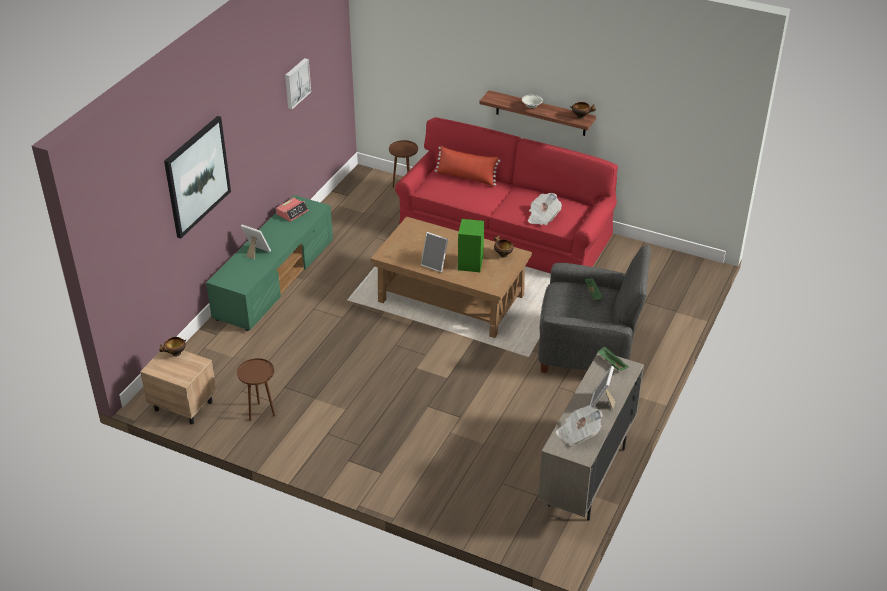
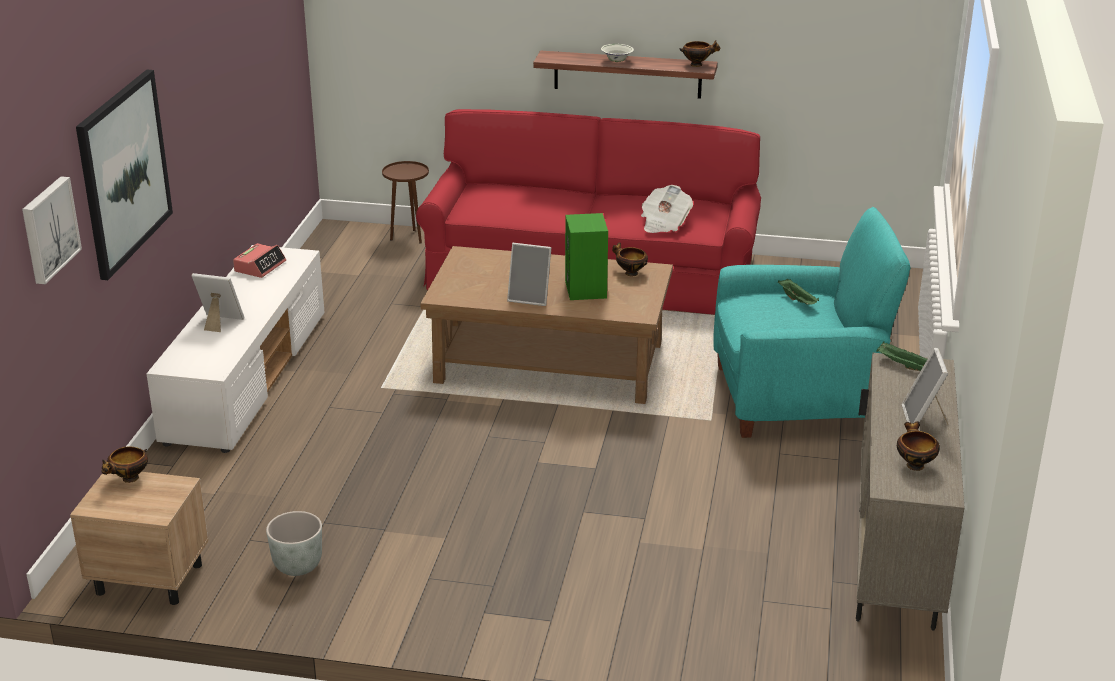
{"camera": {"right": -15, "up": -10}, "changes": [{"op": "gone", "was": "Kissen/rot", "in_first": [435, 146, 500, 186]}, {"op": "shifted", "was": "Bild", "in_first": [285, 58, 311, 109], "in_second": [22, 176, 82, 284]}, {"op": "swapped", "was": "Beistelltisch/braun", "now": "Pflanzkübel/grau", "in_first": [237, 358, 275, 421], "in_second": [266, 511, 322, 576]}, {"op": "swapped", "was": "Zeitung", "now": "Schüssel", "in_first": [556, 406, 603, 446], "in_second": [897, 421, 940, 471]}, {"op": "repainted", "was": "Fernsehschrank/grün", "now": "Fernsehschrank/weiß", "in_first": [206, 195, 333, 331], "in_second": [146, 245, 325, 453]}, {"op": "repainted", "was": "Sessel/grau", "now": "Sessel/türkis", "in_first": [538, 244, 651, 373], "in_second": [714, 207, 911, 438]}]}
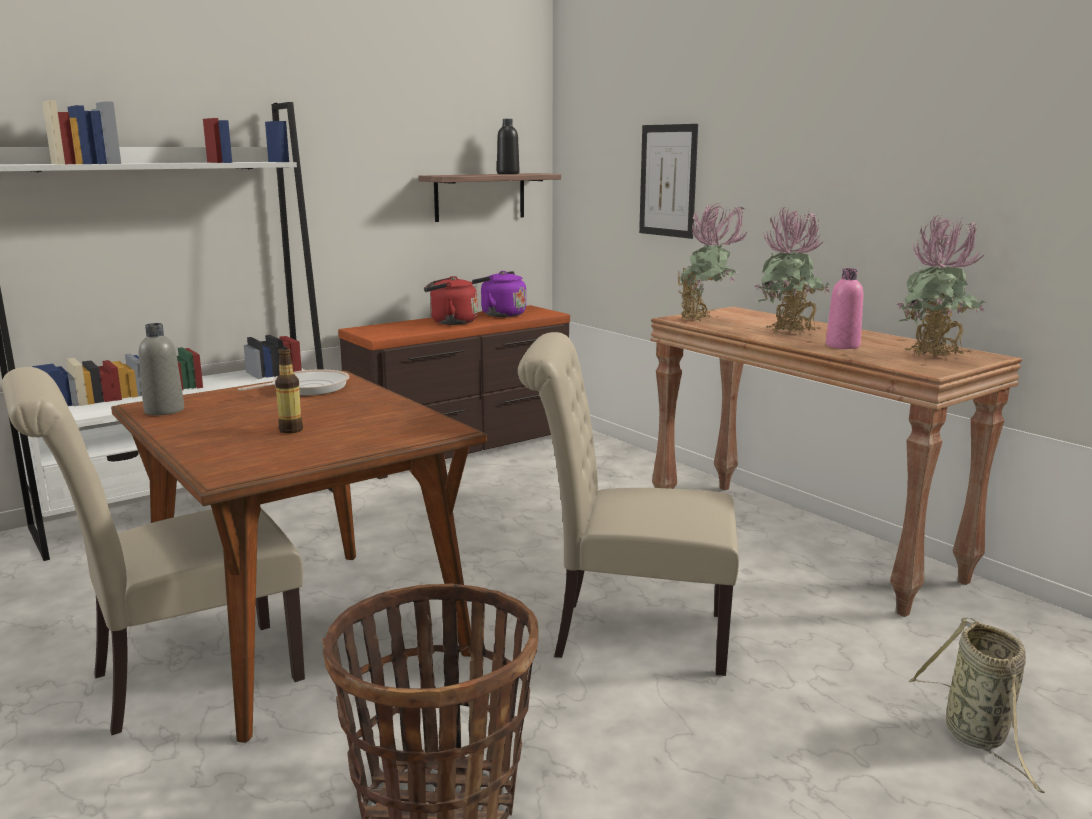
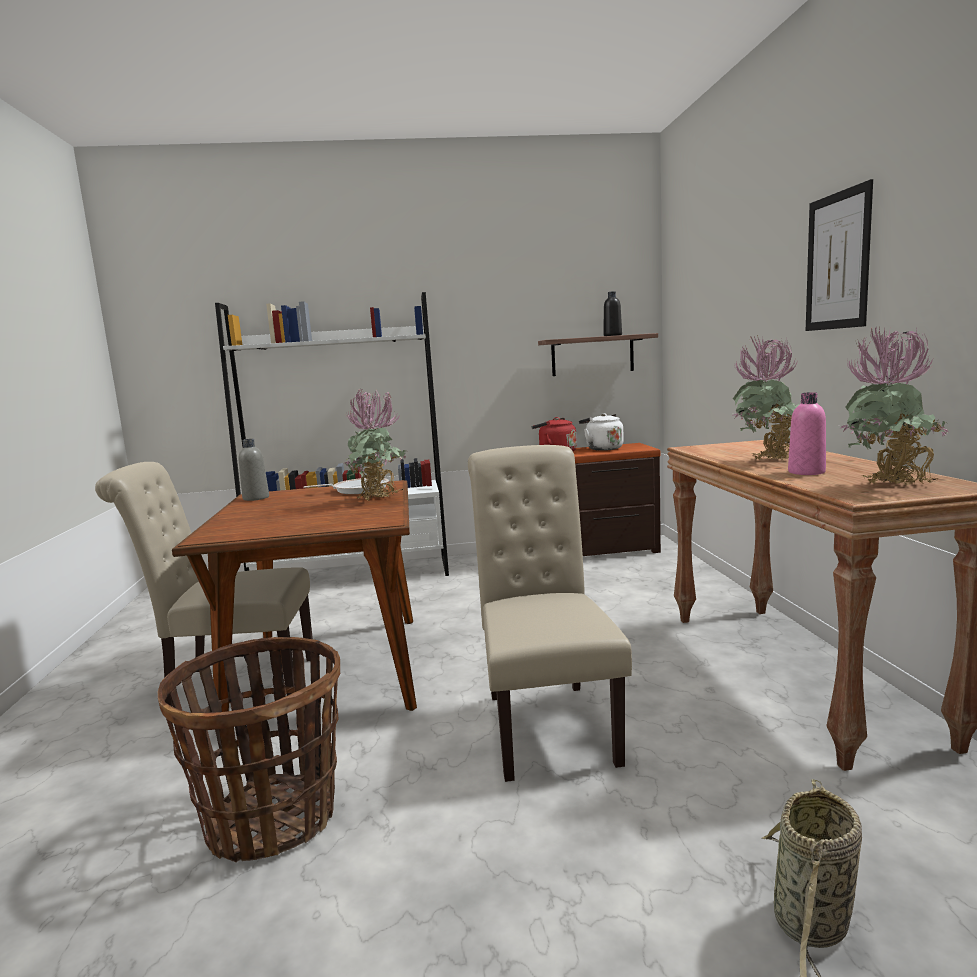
{"camera": {"right": 30, "up": -5}, "changes": [{"op": "gone", "was": "Flasche", "in_first": [275, 348, 303, 434]}, {"op": "shifted", "was": "Bild", "in_first": [639, 124, 698, 239], "in_second": [806, 179, 873, 331]}, {"op": "shifted", "was": "Topfpflanze", "in_first": [677, 203, 749, 322], "in_second": [343, 389, 406, 501]}, {"op": "repainted", "was": "Wasserkessel/lila", "now": "Wasserkessel/weiß", "in_first": [472, 271, 526, 317], "in_second": [579, 413, 624, 451]}, {"op": "rotated", "was": "Stuhl/beige", "in_first": [518, 332, 739, 676], "in_second": [468, 445, 632, 782], "clockwise": 45}]}
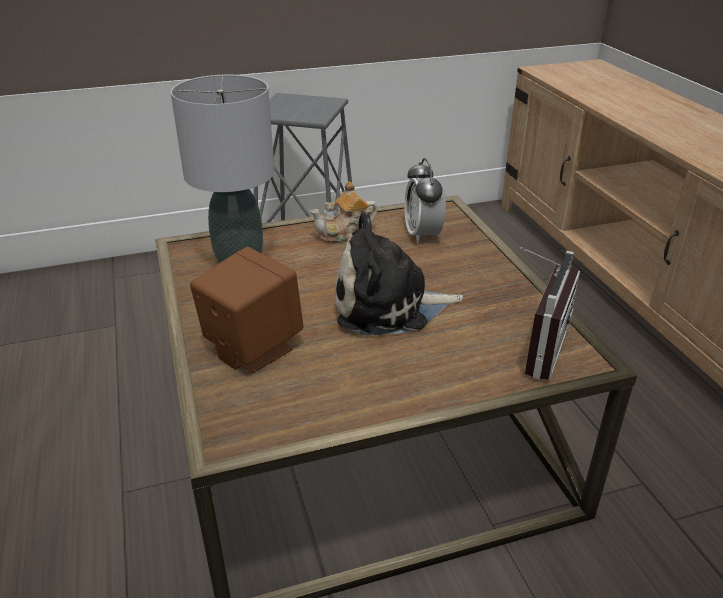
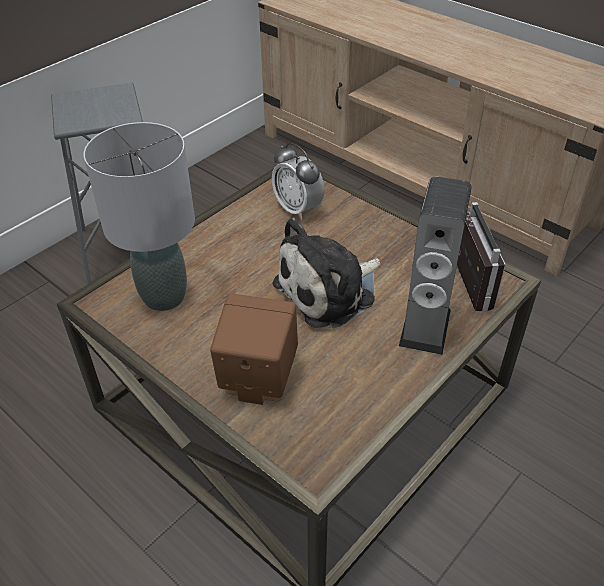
{"camera": {"right": -30, "up": 10}, "changes": [{"op": "gone", "was": "Teekanne", "in_first": [310, 181, 378, 243]}, {"op": "new", "now": "Lautsprecher", "in_second": [399, 177, 472, 355]}]}
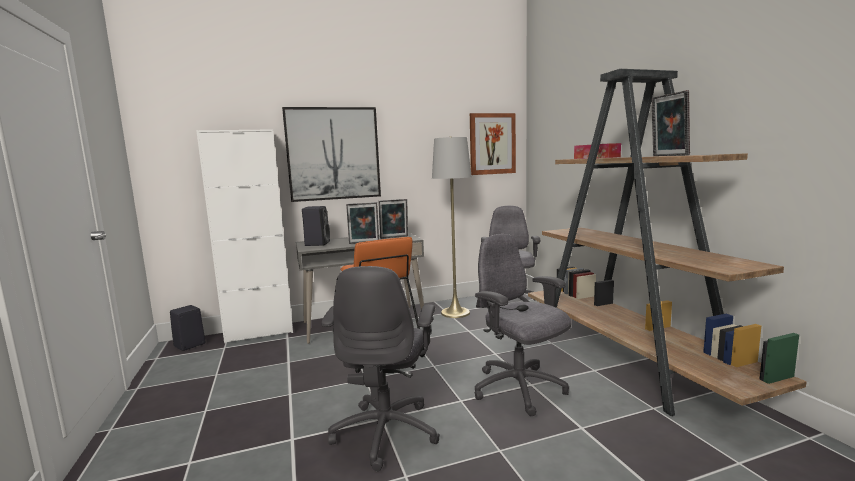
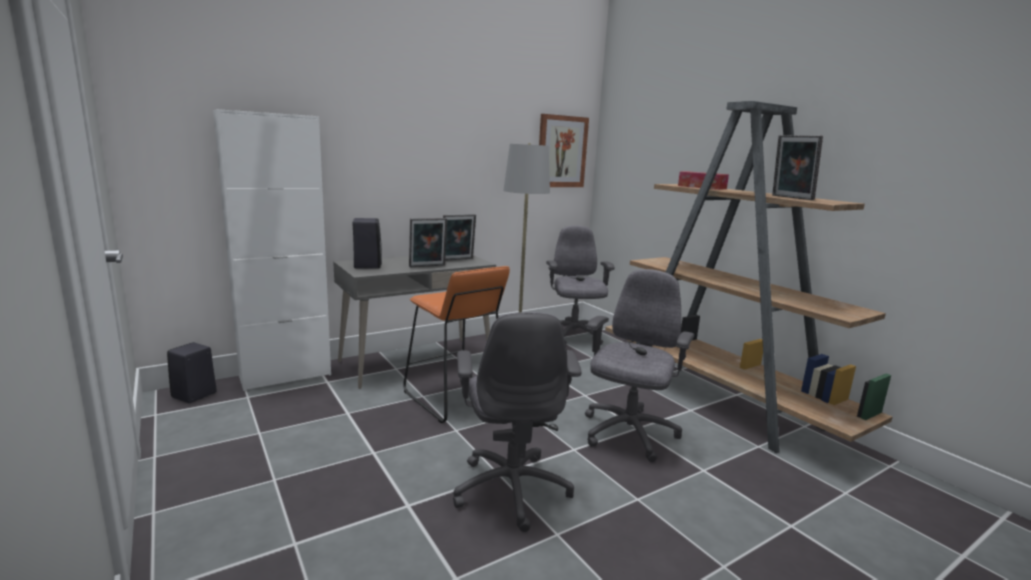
{"camera": {"right": -15, "up": 5}, "changes": [{"op": "gone", "was": "Bild", "in_first": [282, 107, 381, 202]}, {"op": "rotated", "was": "Bürostuhl/grau", "in_first": [475, 234, 571, 416], "in_second": [585, 269, 694, 462], "clockwise": 75}]}
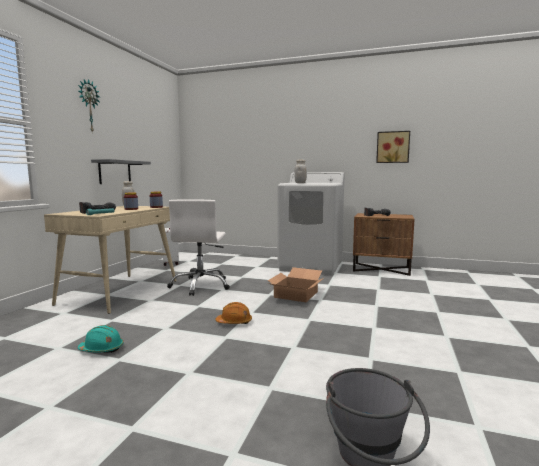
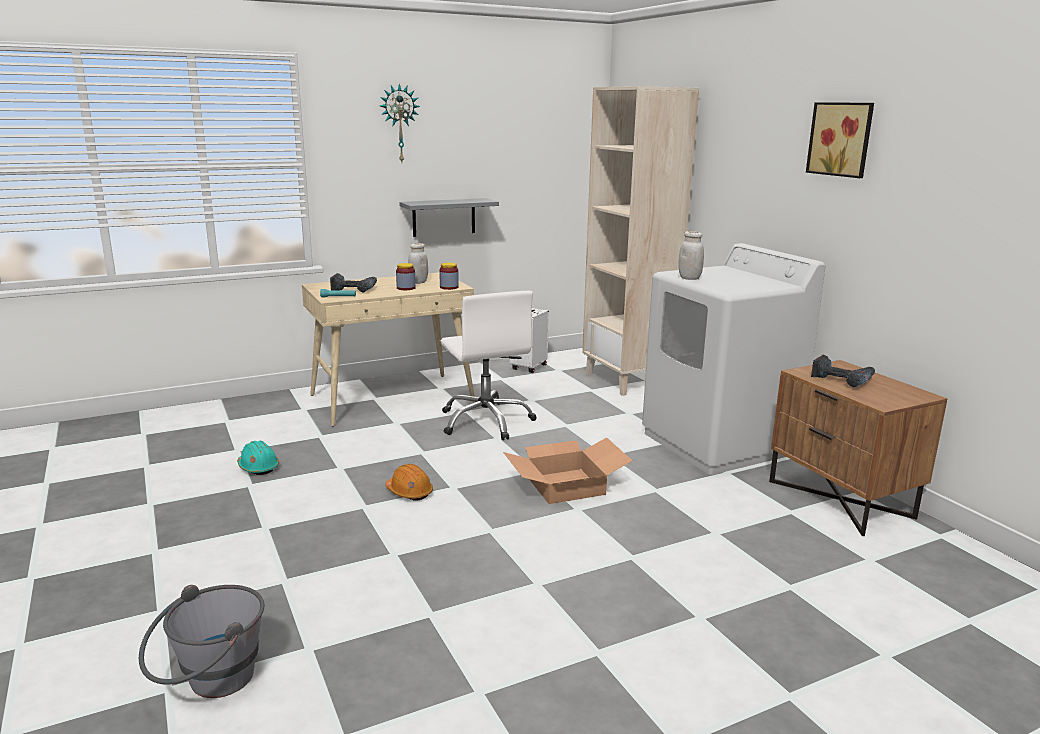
{"camera": {"right": 45, "up": 10}, "changes": [{"op": "new", "now": "Bücherregal/beige", "in_second": [582, 86, 699, 396]}, {"op": "shifted", "was": "Bild", "in_first": [376, 131, 410, 163], "in_second": [806, 102, 874, 178]}, {"op": "rotated", "was": "Bürostuhl/weiß", "in_first": [167, 200, 230, 296], "in_second": [441, 291, 537, 440], "clockwise": -75}]}
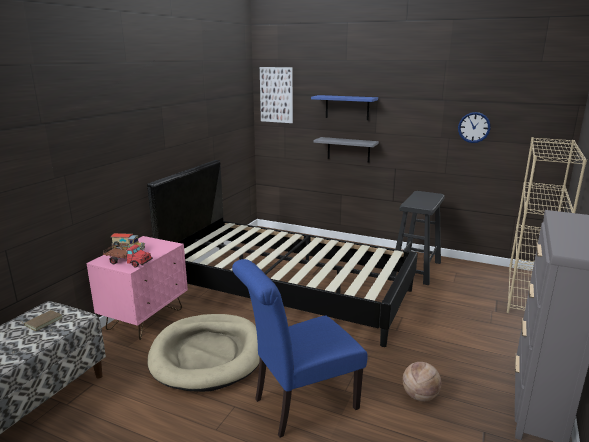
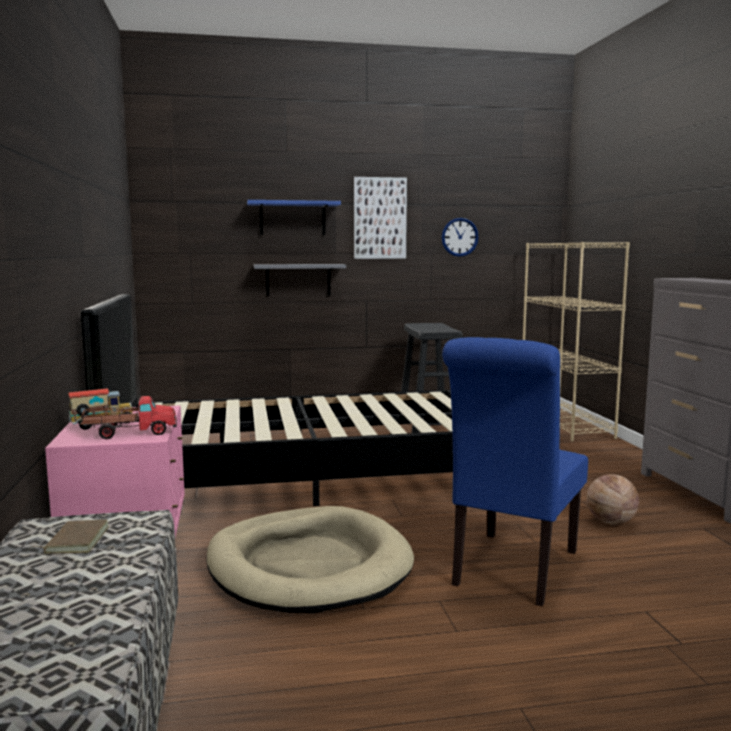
{"camera": {"right": -35, "up": -10}, "changes": [{"op": "shifted", "was": "Bild", "in_first": [260, 67, 293, 123], "in_second": [354, 177, 407, 259]}]}
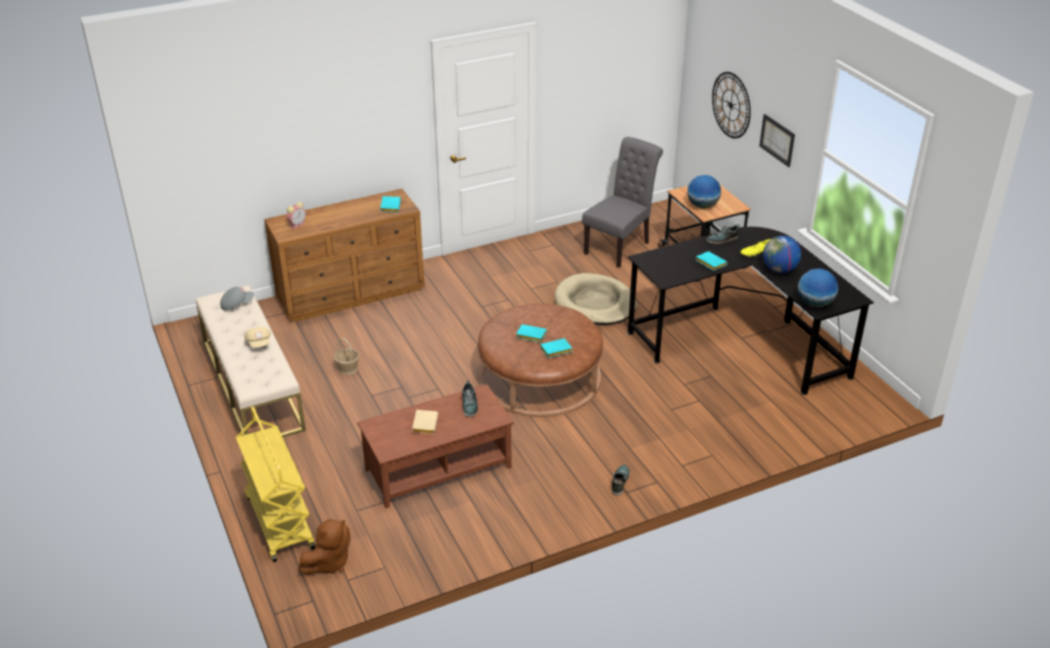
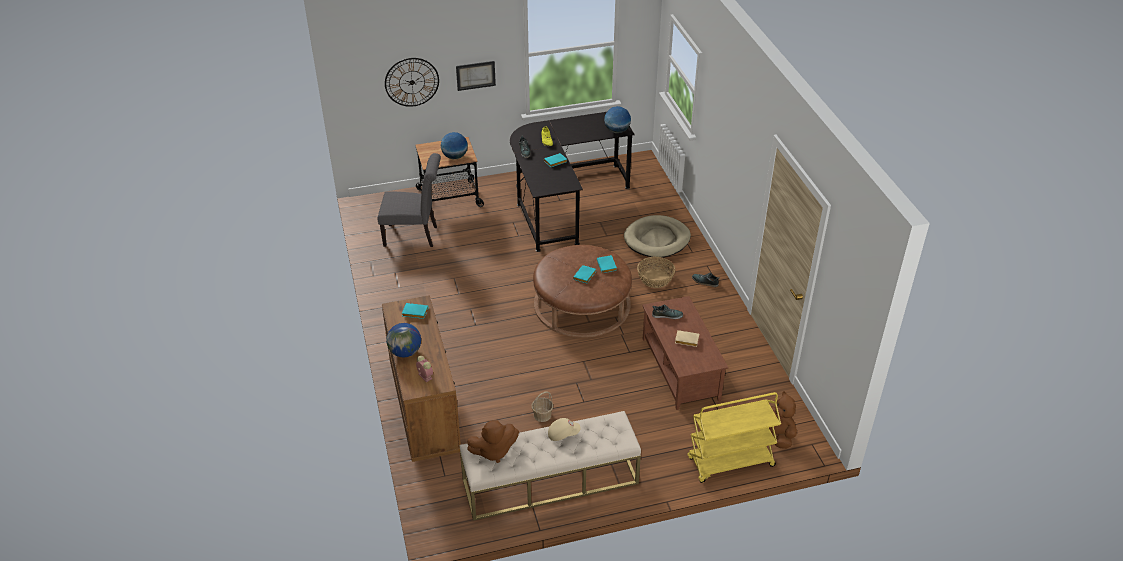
{"camera": {"right": -80, "up": 5}, "changes": [{"op": "new", "now": "Korb", "in_second": [637, 257, 675, 288]}, {"op": "shifted", "was": "Hundebett/beige", "in_first": [555, 273, 637, 325], "in_second": [624, 215, 691, 257]}, {"op": "shifted", "was": "Globus", "in_first": [763, 236, 801, 273], "in_second": [386, 323, 421, 357]}, {"op": "swapped", "was": "Kappe/grau", "now": "Plüschtier/braun", "in_first": [220, 287, 254, 310], "in_second": [467, 420, 519, 463]}, {"op": "rotated", "was": "Stuhl/grau", "in_first": [582, 137, 663, 268], "in_second": [378, 153, 441, 247], "clockwise": 135}]}
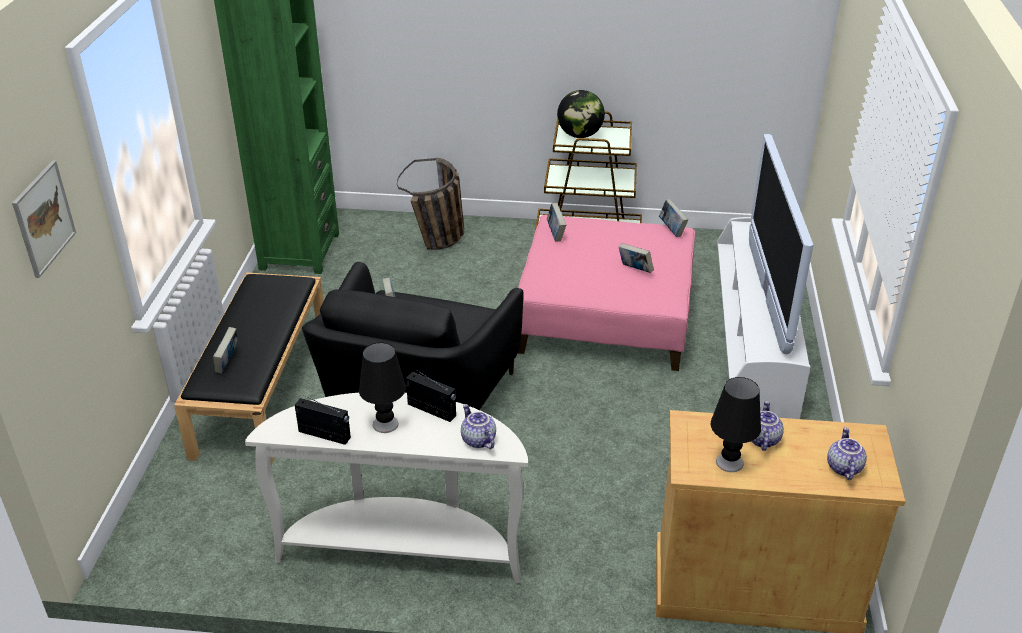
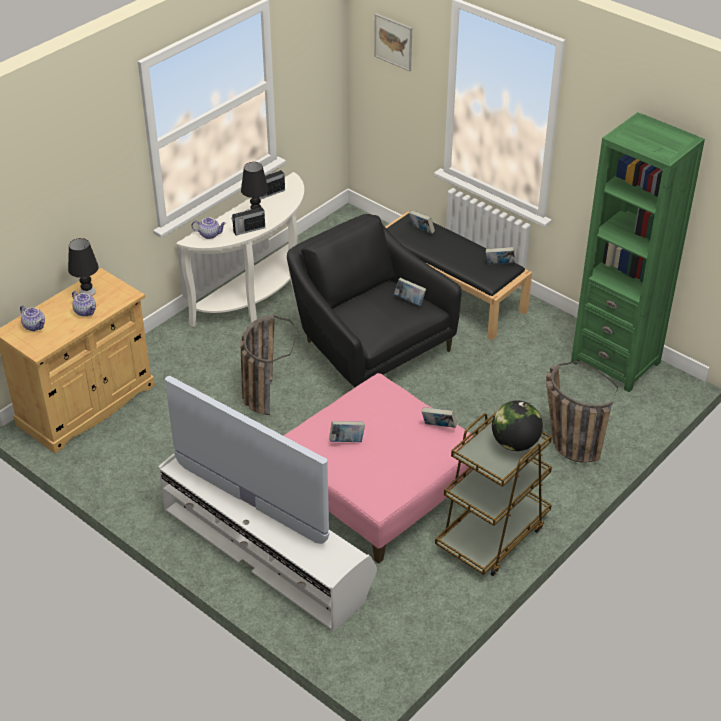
{"camera": {"right": 125, "up": 5}, "changes": [{"op": "new", "now": "Korb", "in_second": [240, 315, 296, 415]}, {"op": "shifted", "was": "Buch", "in_first": [659, 199, 688, 237], "in_second": [486, 247, 516, 264]}]}
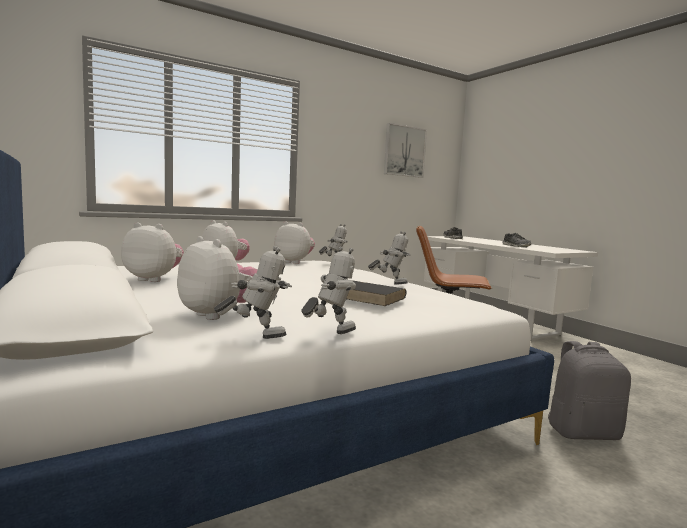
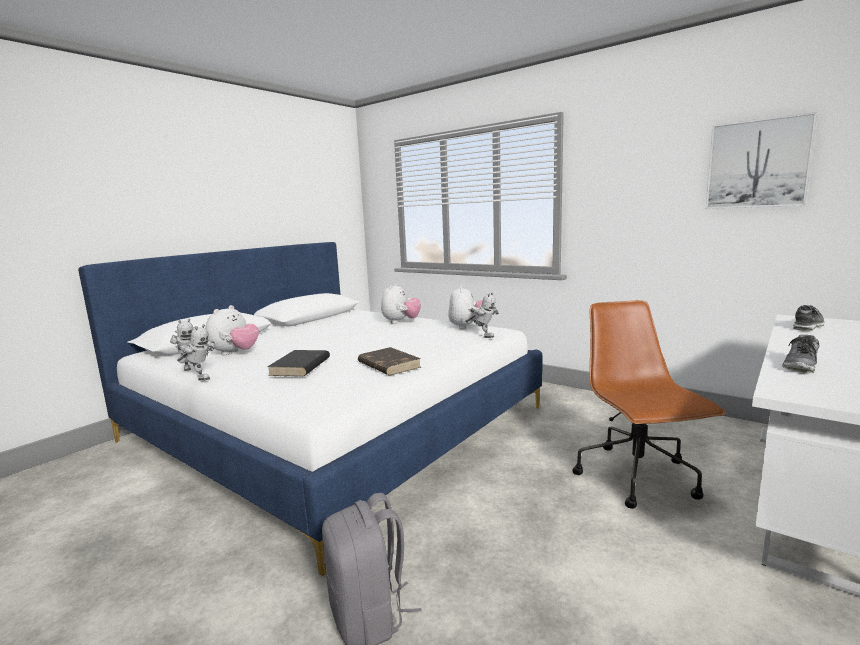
{"camera": {"right": 70, "up": 5}, "changes": [{"op": "gone", "was": "Plüschtier", "in_first": [121, 222, 184, 282]}, {"op": "swapped", "was": "Spielzeugroboter", "now": "Buch/braun", "in_first": [368, 231, 410, 285], "in_second": [358, 347, 421, 376]}]}
